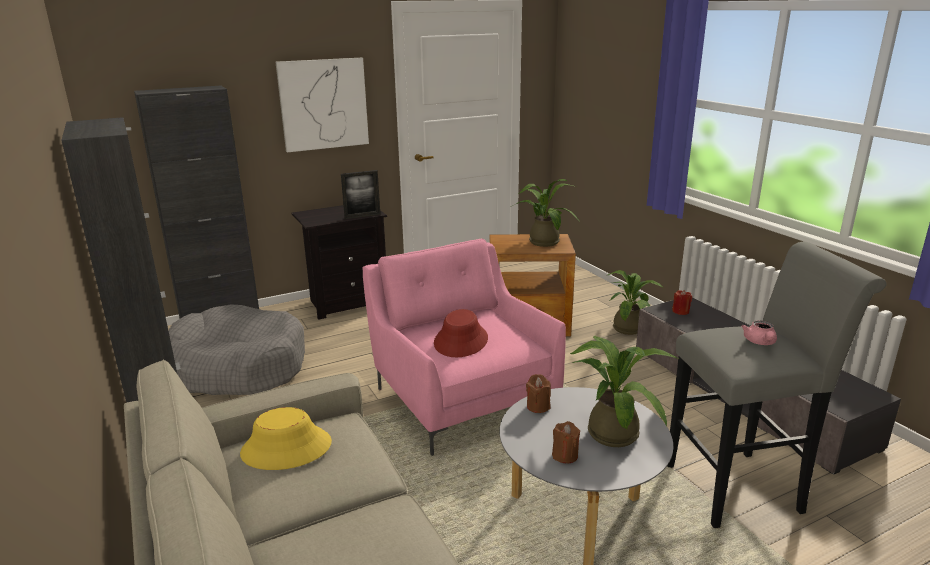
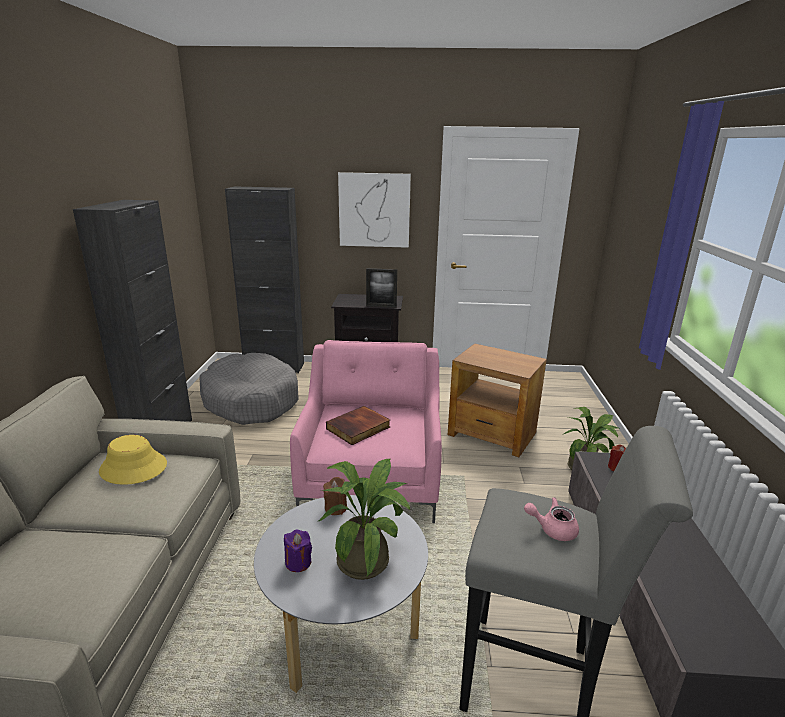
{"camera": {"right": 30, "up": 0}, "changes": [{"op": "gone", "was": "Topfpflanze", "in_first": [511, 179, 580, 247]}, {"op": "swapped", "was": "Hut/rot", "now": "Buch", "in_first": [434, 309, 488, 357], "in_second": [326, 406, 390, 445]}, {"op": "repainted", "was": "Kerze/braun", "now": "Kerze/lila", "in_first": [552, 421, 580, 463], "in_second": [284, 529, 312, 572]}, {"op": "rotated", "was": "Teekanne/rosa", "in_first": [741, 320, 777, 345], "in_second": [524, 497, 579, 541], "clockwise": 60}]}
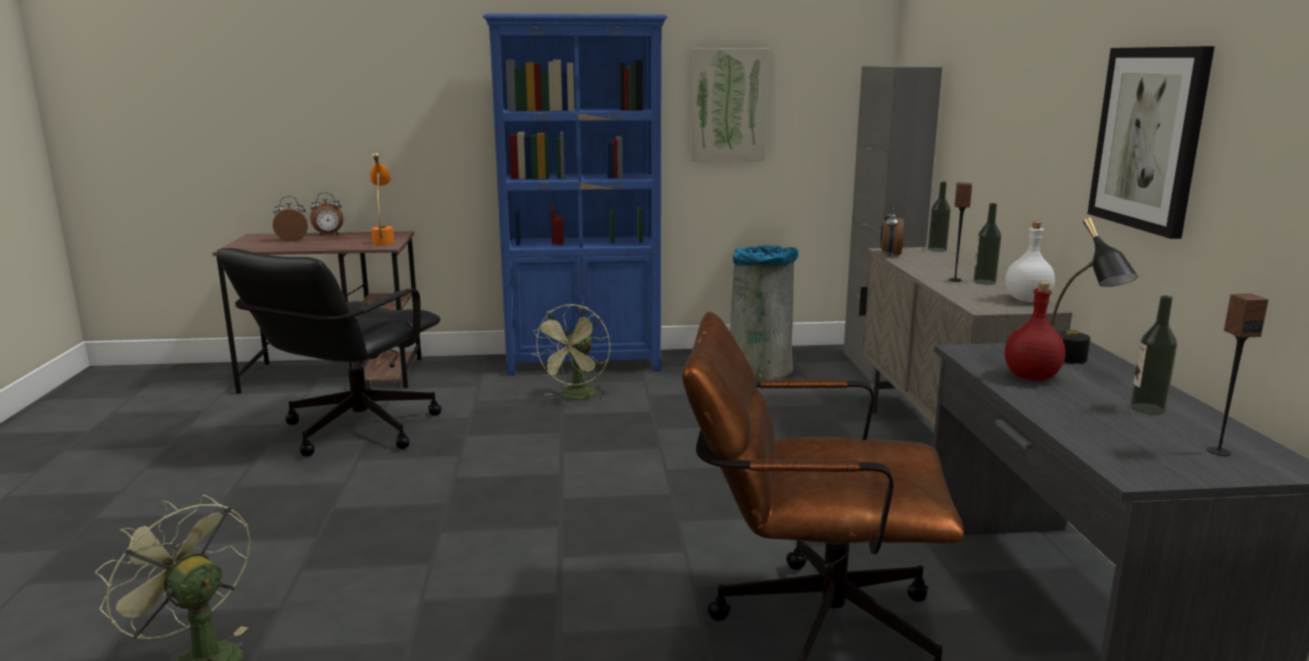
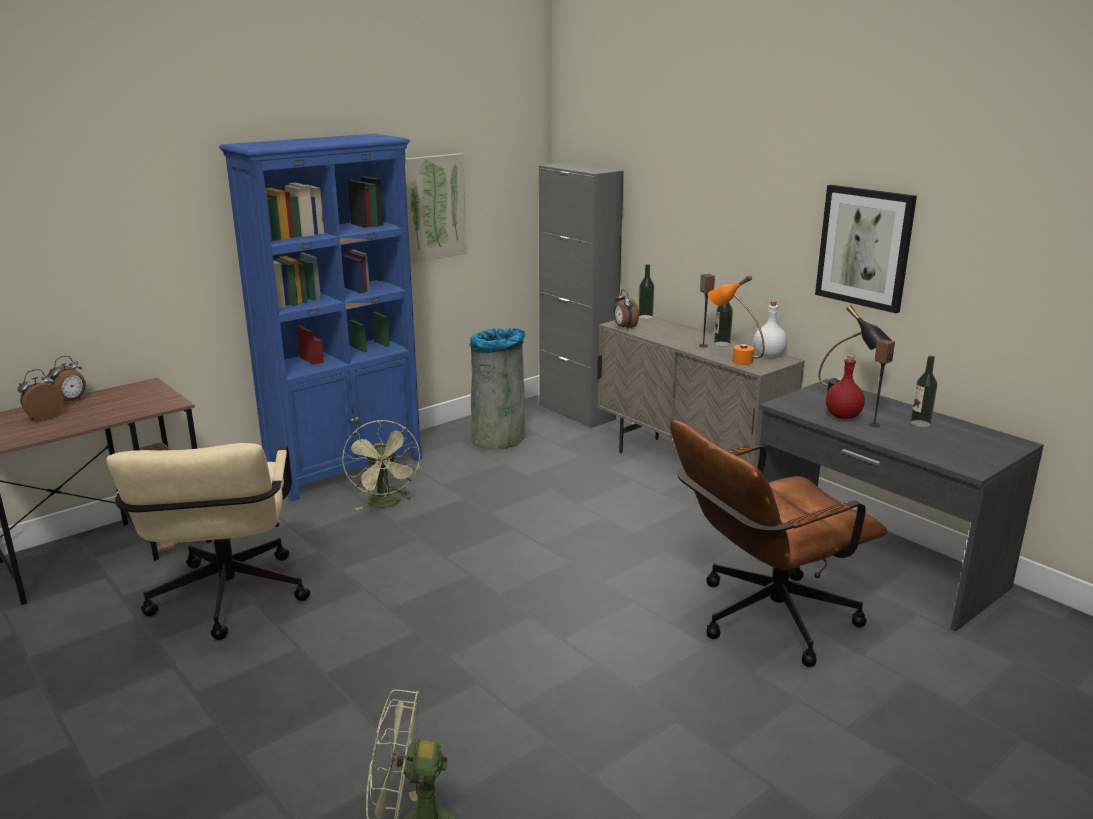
{"camera": {"right": -35, "up": 5}, "changes": [{"op": "shifted", "was": "Tischlampe/orange", "in_first": [370, 152, 394, 245], "in_second": [708, 275, 765, 365]}, {"op": "shifted", "was": "Lautsprecher", "in_first": [1207, 294, 1268, 456], "in_second": [868, 339, 895, 427]}, {"op": "repainted", "was": "Bürostuhl/schwarz", "now": "Bürostuhl/beige", "in_first": [217, 248, 441, 457], "in_second": [107, 443, 310, 640]}]}
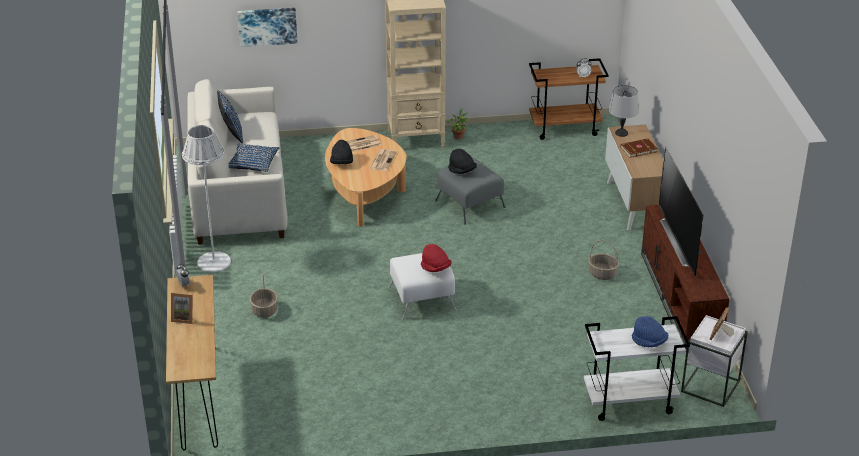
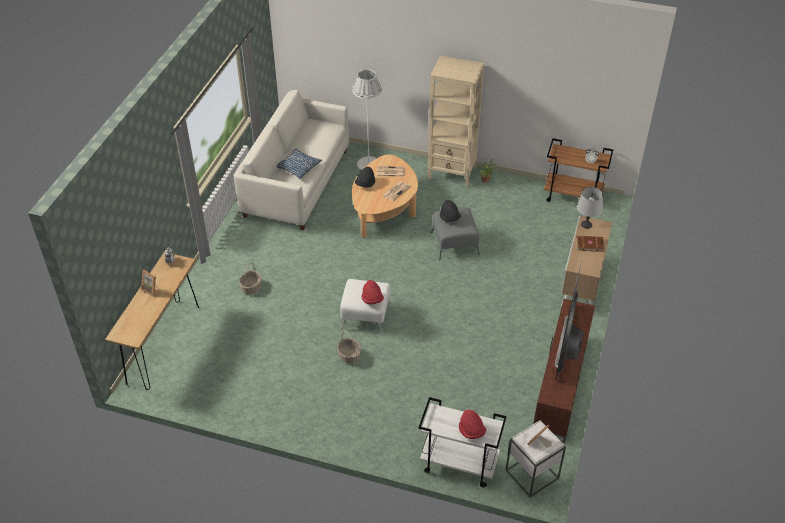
{"camera": {"right": 25, "up": 10}, "changes": [{"op": "gone", "was": "Kissen/blau", "in_first": [217, 90, 243, 144]}, {"op": "gone", "was": "Bild", "in_first": [237, 8, 297, 47]}, {"op": "shifted", "was": "Stehlampe/weiß", "in_first": [182, 125, 231, 272], "in_second": [352, 69, 382, 170]}, {"op": "shifted", "was": "Korb", "in_first": [588, 240, 619, 280], "in_second": [337, 331, 361, 364]}, {"op": "repainted", "was": "Hut/blau", "now": "Hut/rot", "in_first": [632, 316, 668, 347], "in_second": [459, 410, 486, 439]}]}
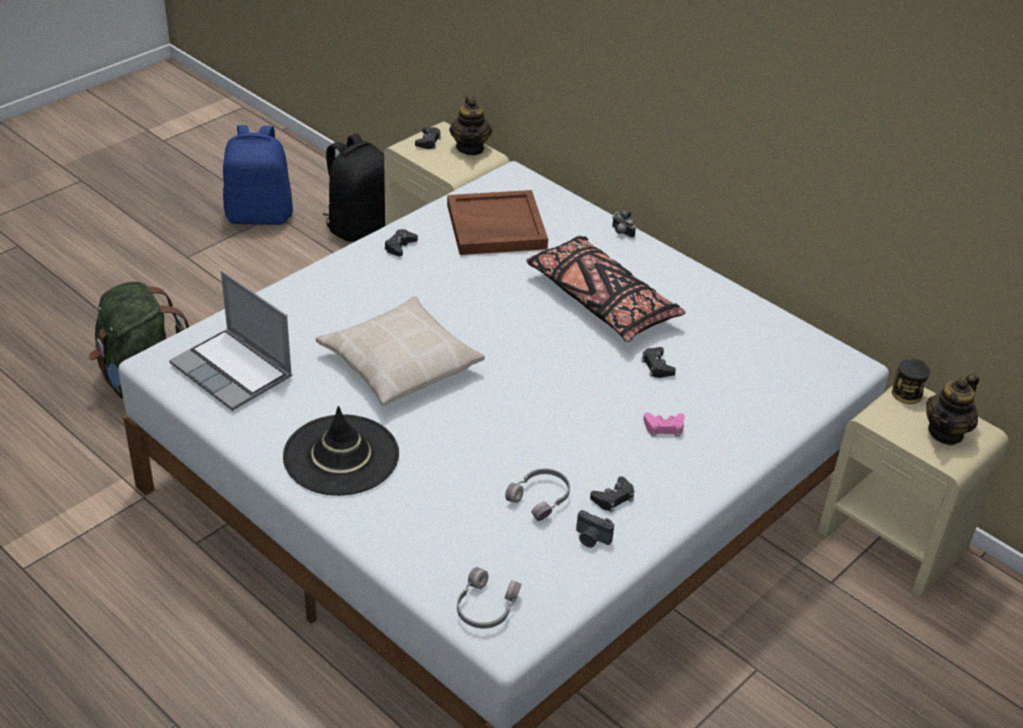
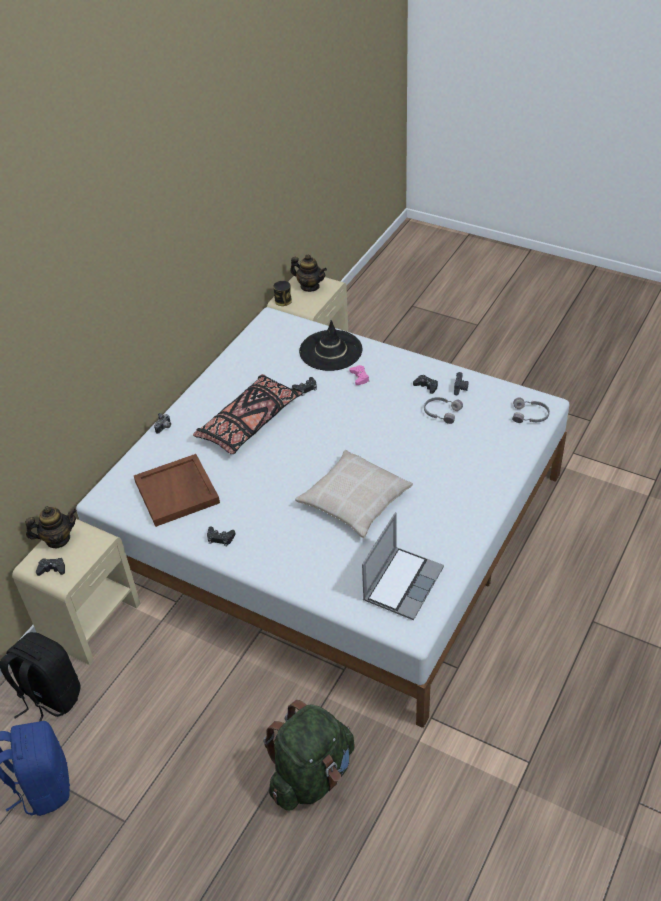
{"camera": {"right": -100, "up": 5}, "changes": [{"op": "shifted", "was": "Hut/schwarz", "in_first": [283, 406, 399, 496], "in_second": [299, 320, 362, 371]}]}
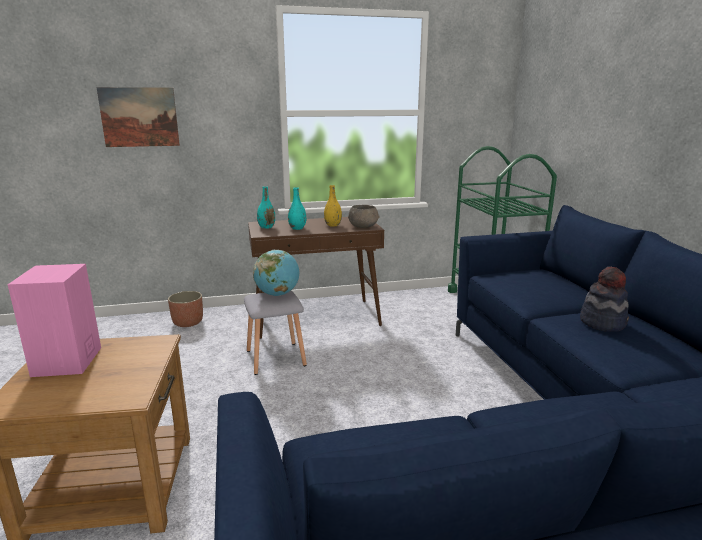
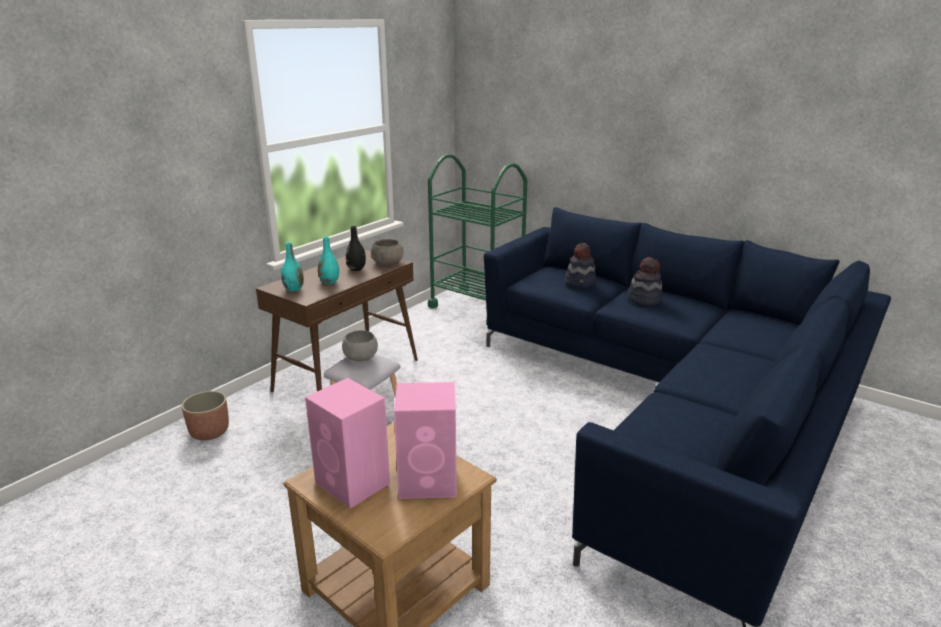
{"camera": {"right": -40, "up": 5}, "changes": [{"op": "gone", "was": "Bild", "in_first": [96, 87, 180, 147]}, {"op": "new", "now": "Lautsprecher/rosa", "in_second": [394, 382, 457, 499]}, {"op": "new", "now": "Hut", "in_second": [565, 243, 597, 288]}, {"op": "swapped", "was": "Globus", "now": "Schüssel/grau", "in_first": [253, 250, 299, 296], "in_second": [342, 330, 378, 362]}, {"op": "repainted", "was": "Vase/gelb", "now": "Vase/schwarz", "in_first": [324, 185, 342, 227], "in_second": [346, 226, 366, 271]}]}
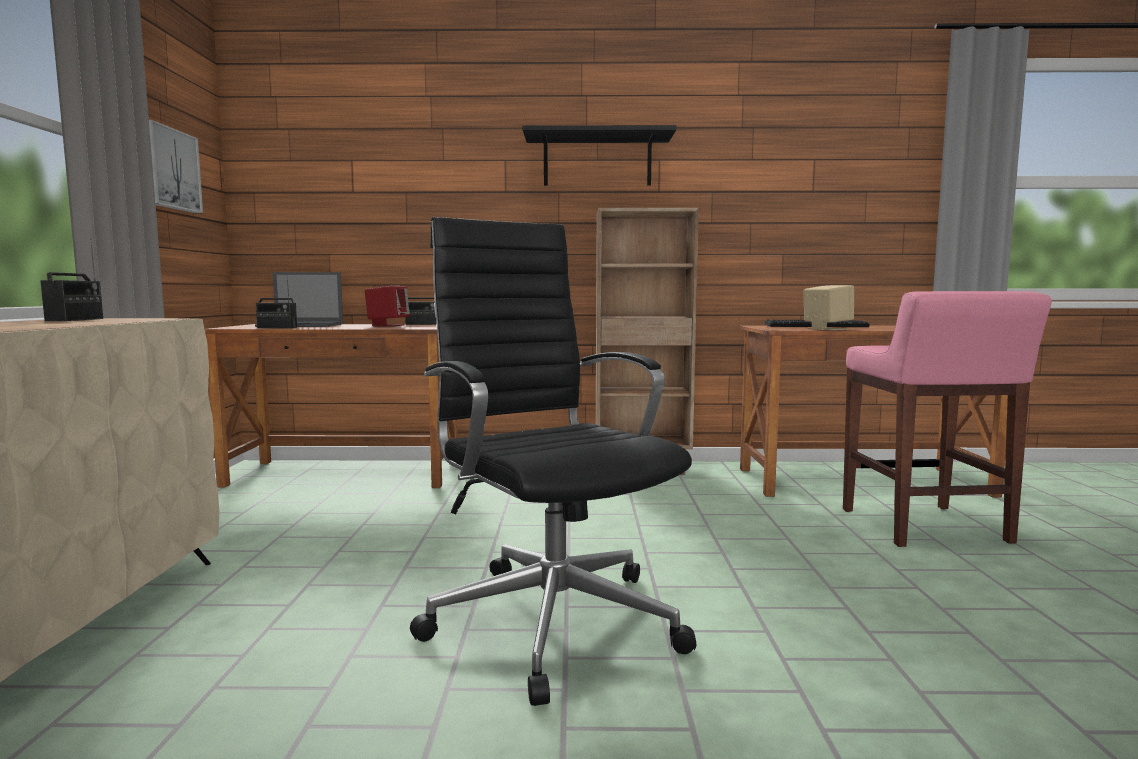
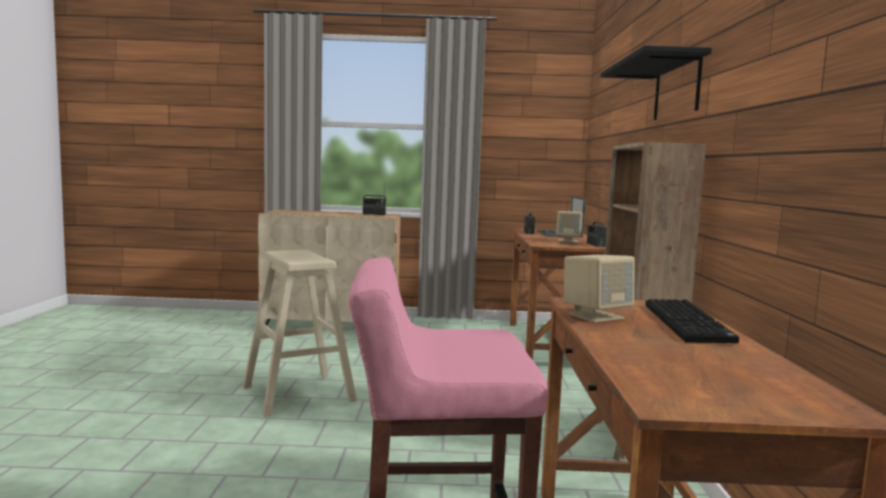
{"camera": {"right": 90, "up": 0}, "changes": [{"op": "gone", "was": "Bild", "in_first": [149, 120, 203, 213]}, {"op": "swapped", "was": "Bürostuhl/schwarz", "now": "Hocker/beige", "in_first": [410, 217, 697, 706], "in_second": [243, 250, 357, 417]}, {"op": "repainted", "was": "Lautsprecher/rot", "now": "Lautsprecher/beige", "in_first": [365, 286, 410, 327], "in_second": [556, 211, 582, 243]}]}
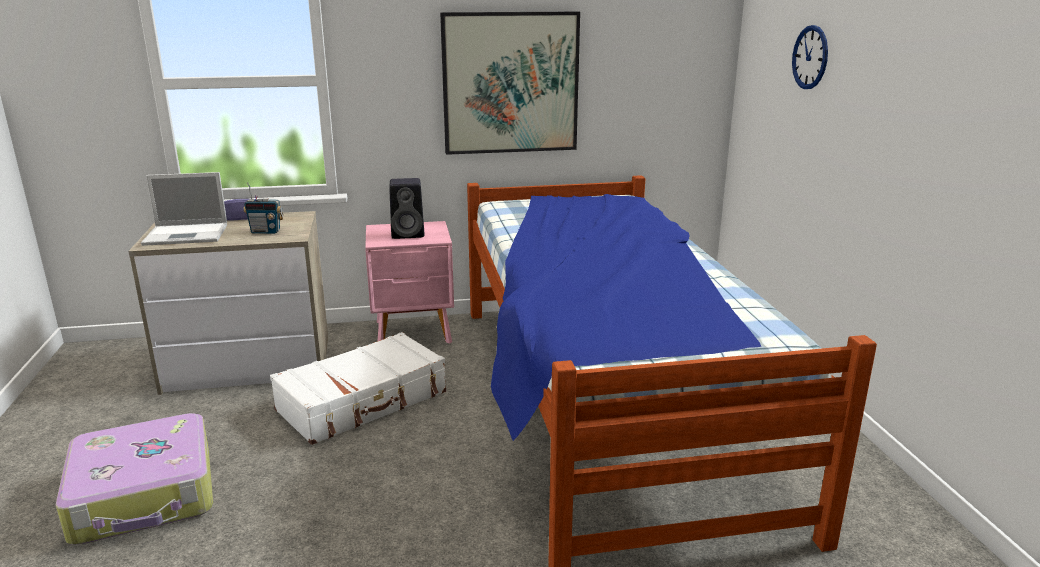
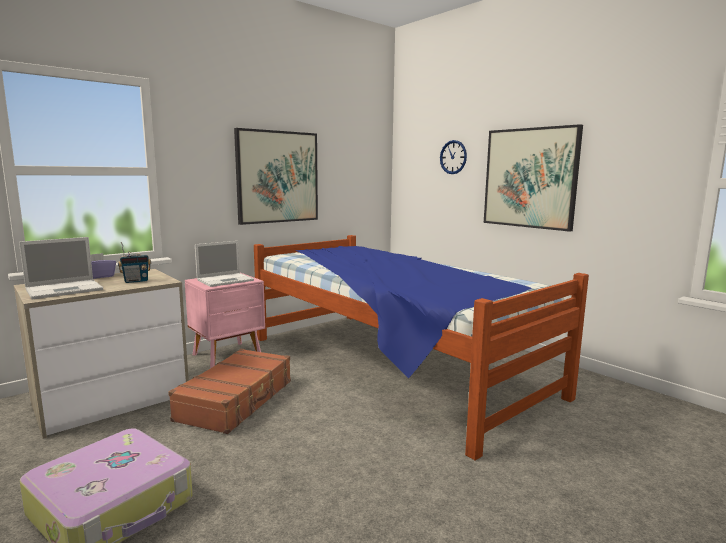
{"camera": {"right": -30, "up": -10}, "changes": [{"op": "new", "now": "Bild", "in_second": [484, 124, 583, 232]}, {"op": "swapped", "was": "Lautsprecher/schwarz", "now": "Laptop", "in_first": [389, 178, 424, 239], "in_second": [195, 241, 254, 287]}, {"op": "repainted", "was": "Koffer/weiß", "now": "Koffer/braun", "in_first": [270, 332, 446, 445], "in_second": [168, 349, 291, 434]}]}
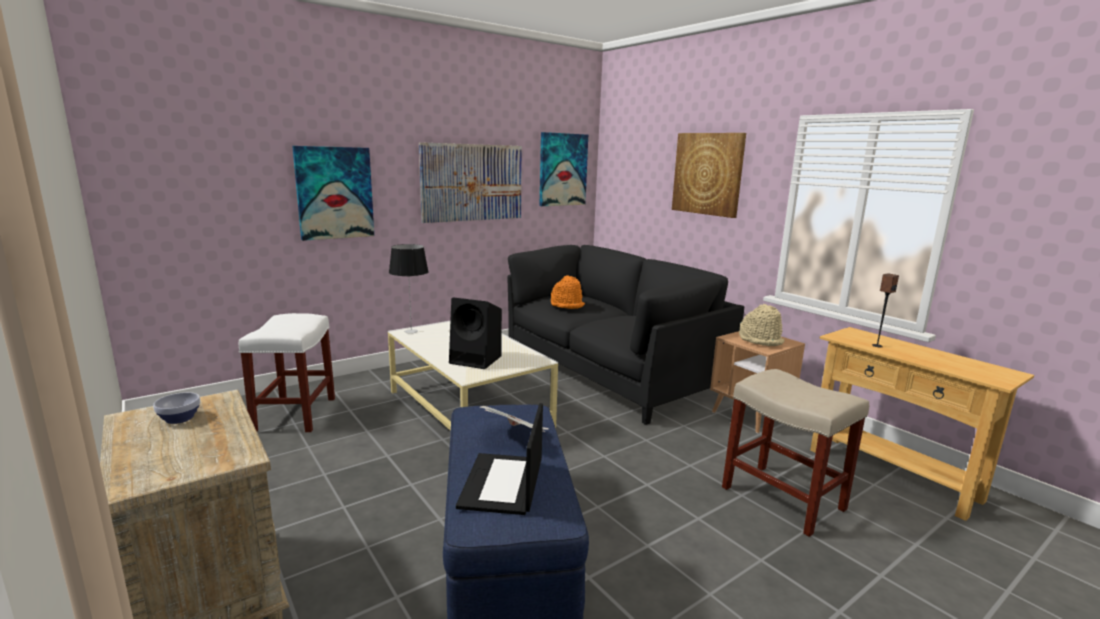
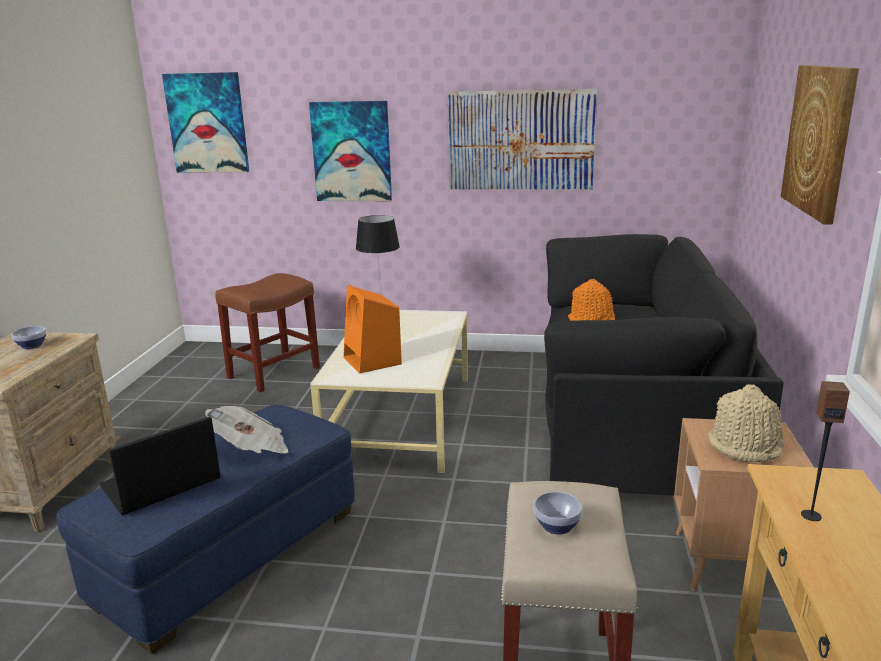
{"camera": {"right": 45, "up": 5}, "changes": [{"op": "new", "now": "Schüssel", "in_second": [533, 492, 583, 535]}, {"op": "shifted", "was": "Bild", "in_first": [539, 132, 588, 206], "in_second": [162, 72, 249, 172]}, {"op": "repainted", "was": "Hocker/weiß", "now": "Hocker/braun", "in_first": [239, 313, 335, 432], "in_second": [215, 273, 320, 392]}, {"op": "repainted", "was": "Lautsprecher/schwarz", "now": "Lautsprecher/orange", "in_first": [449, 297, 502, 369], "in_second": [343, 285, 402, 374]}]}
